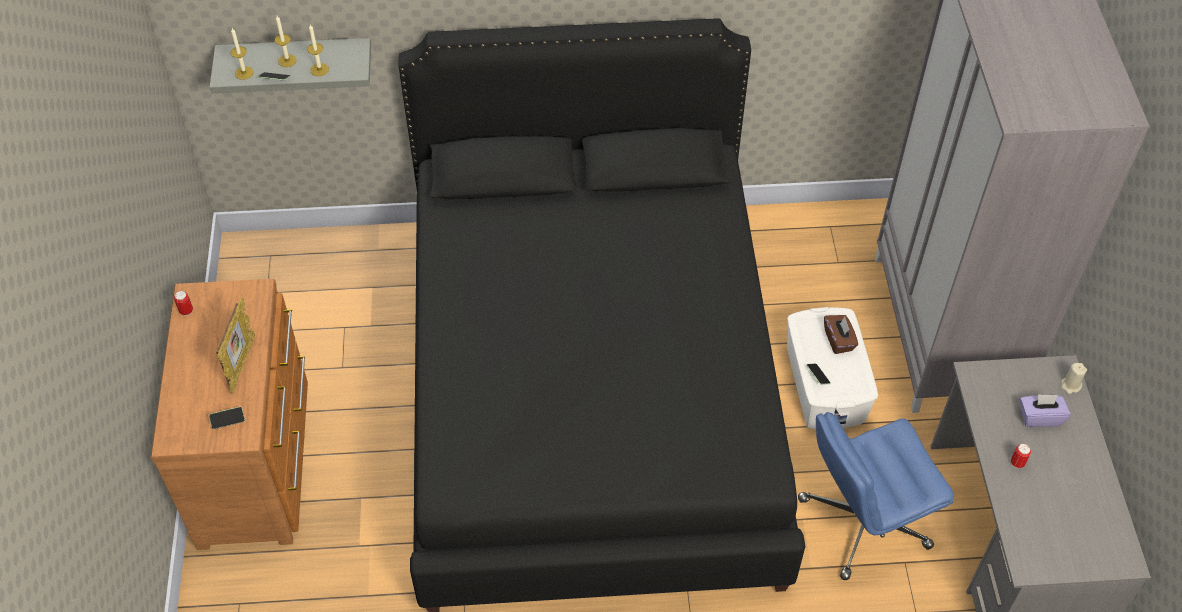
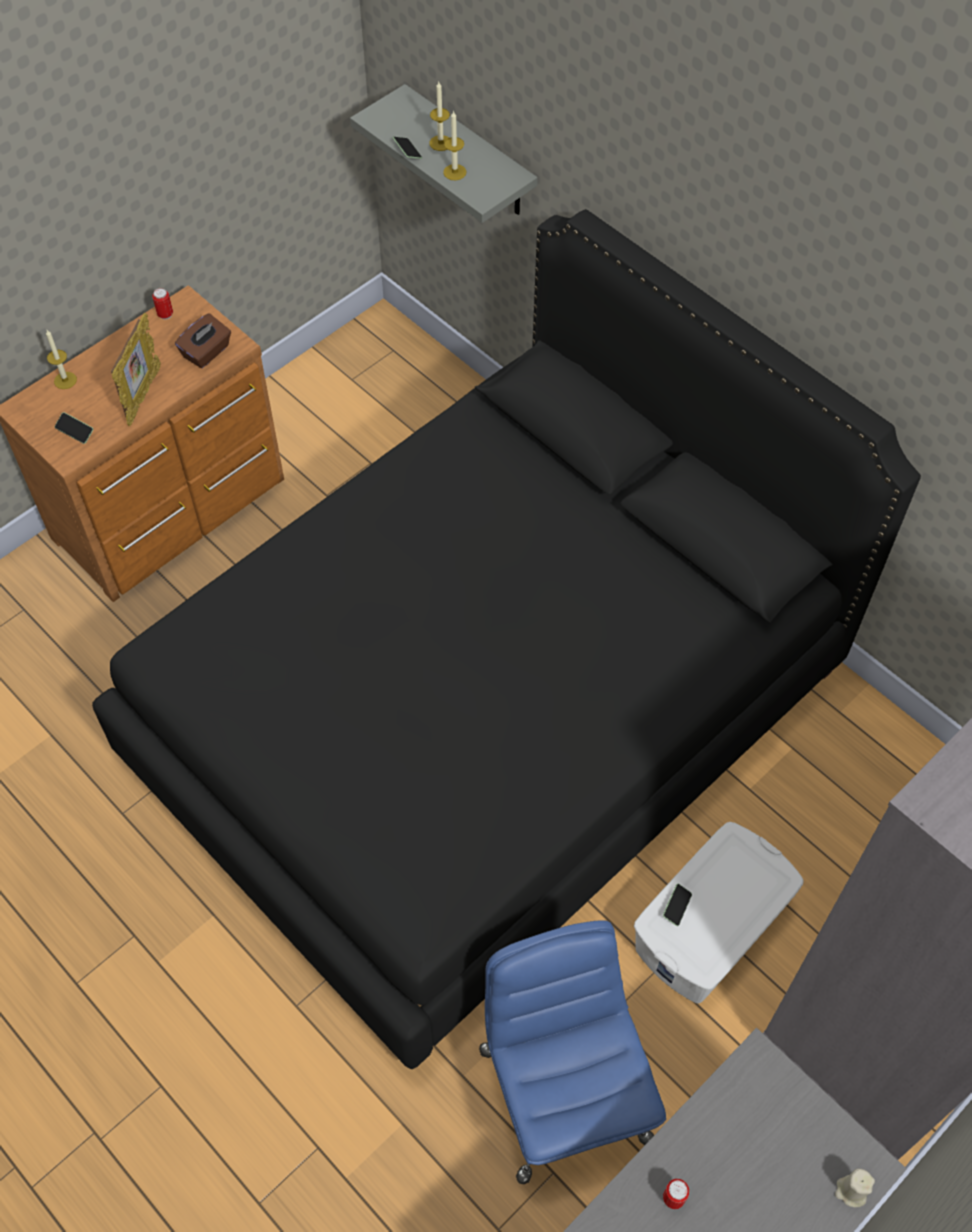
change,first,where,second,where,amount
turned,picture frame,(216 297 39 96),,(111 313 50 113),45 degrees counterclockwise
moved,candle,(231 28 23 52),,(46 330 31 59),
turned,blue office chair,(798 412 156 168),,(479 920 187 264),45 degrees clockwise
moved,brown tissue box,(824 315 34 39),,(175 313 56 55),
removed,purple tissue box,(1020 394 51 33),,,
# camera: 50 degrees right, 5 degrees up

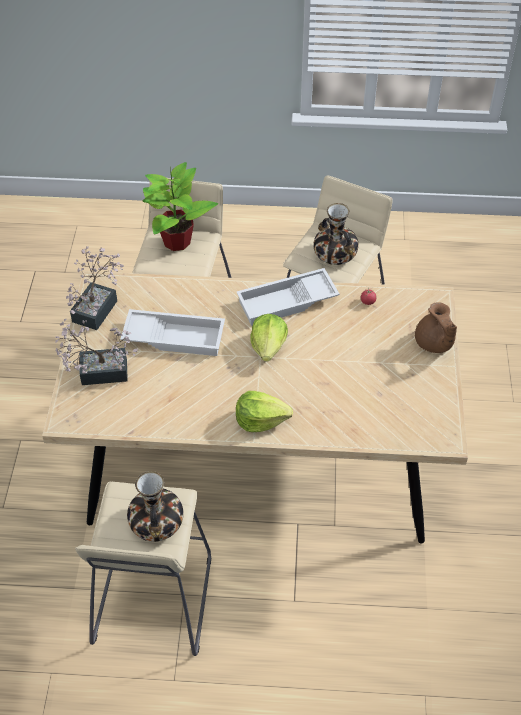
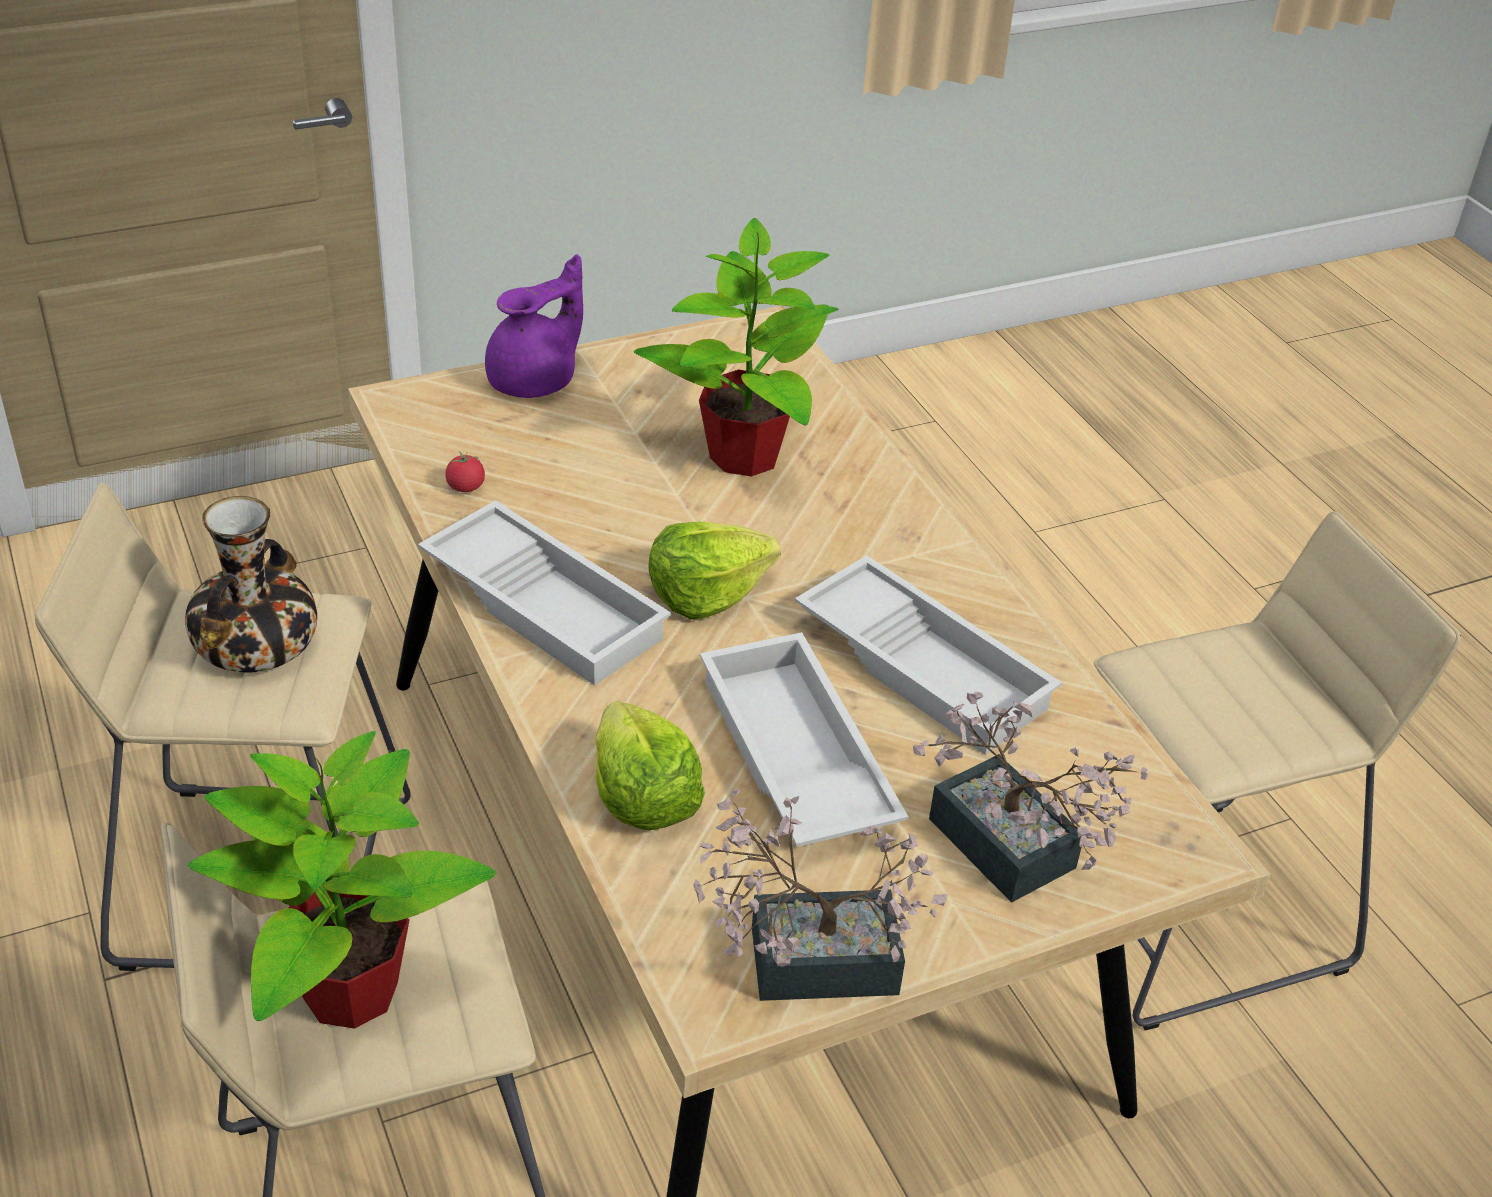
change,first,where,second,where,amount
removed,vase,(127 471 57 71),,,
moved,lettuce,(236 391 57 41),,(595 701 110 130),
recoloured,brown teapot,(415 302 42 51),purple teapot,(485 254 98 144),
added,,,potted plant,(634 218 204 259),
added,,,white tray,(795 555 267 200),
# camera: 120 degrees left, 10 degrees down

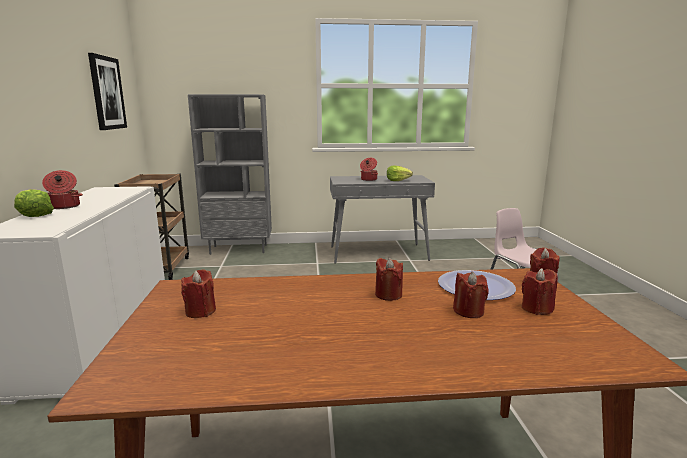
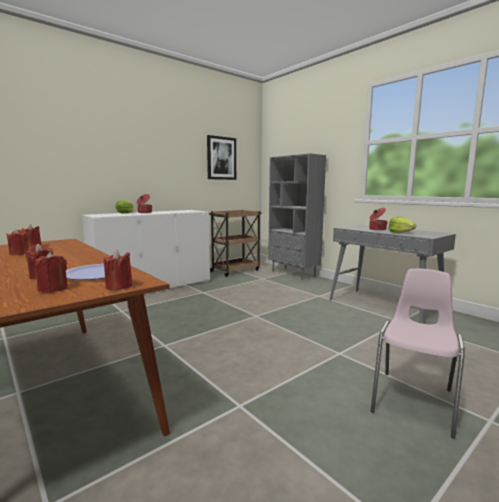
change,first,where,second,where,amount
moved,red candle,(375 258 28 43),,(6 229 23 26),
# camera: 55 degrees right, 5 degrees down

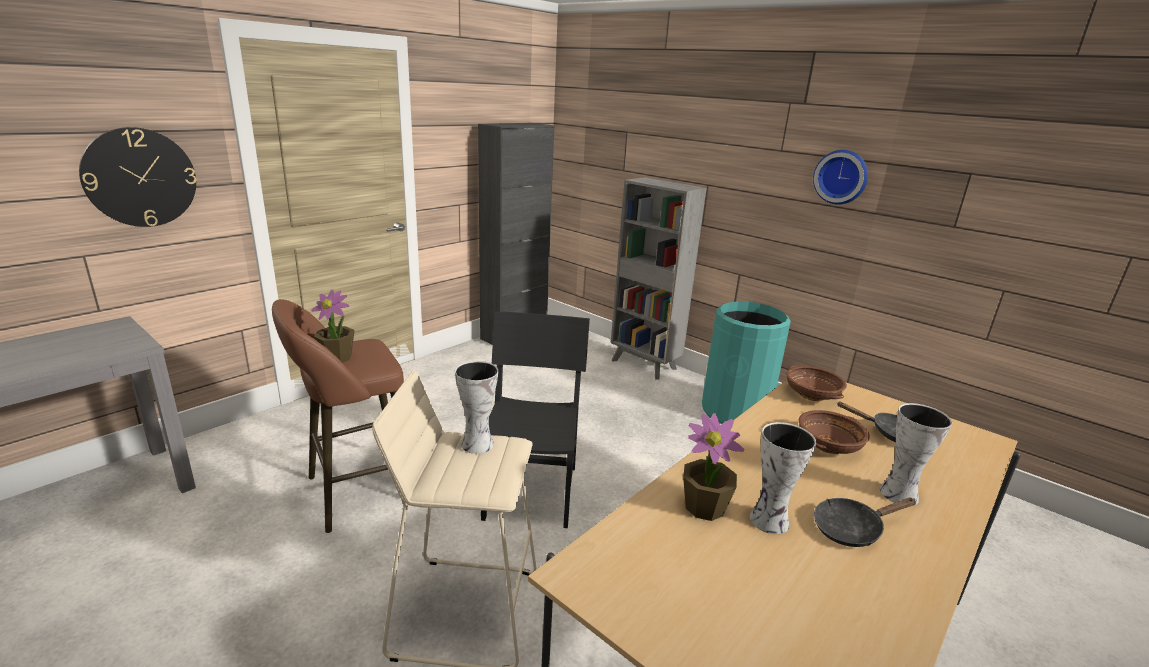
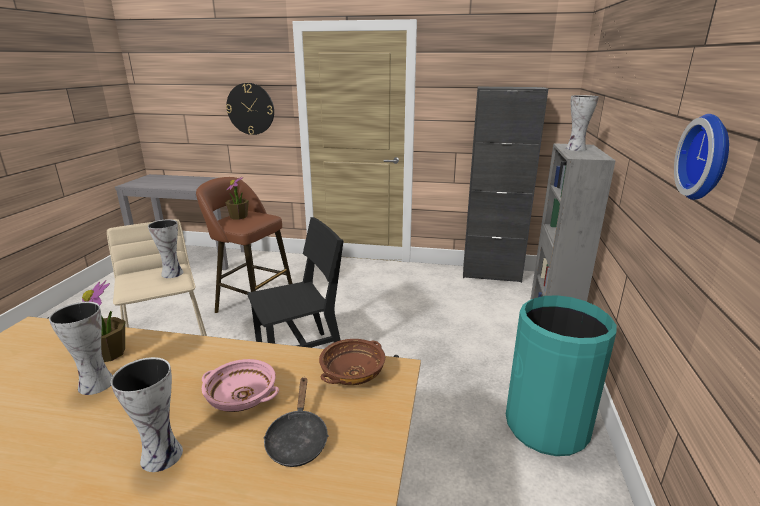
change,first,where,second,where,amount
recoloured,brown bowl,(799 410 71 44),pink bowl,(202 359 77 53),
removed,black frying pan,(814 497 102 50),,,
added,,,vase,(566 95 33 56),
# camera: 60 degrees right, 0 degrees up

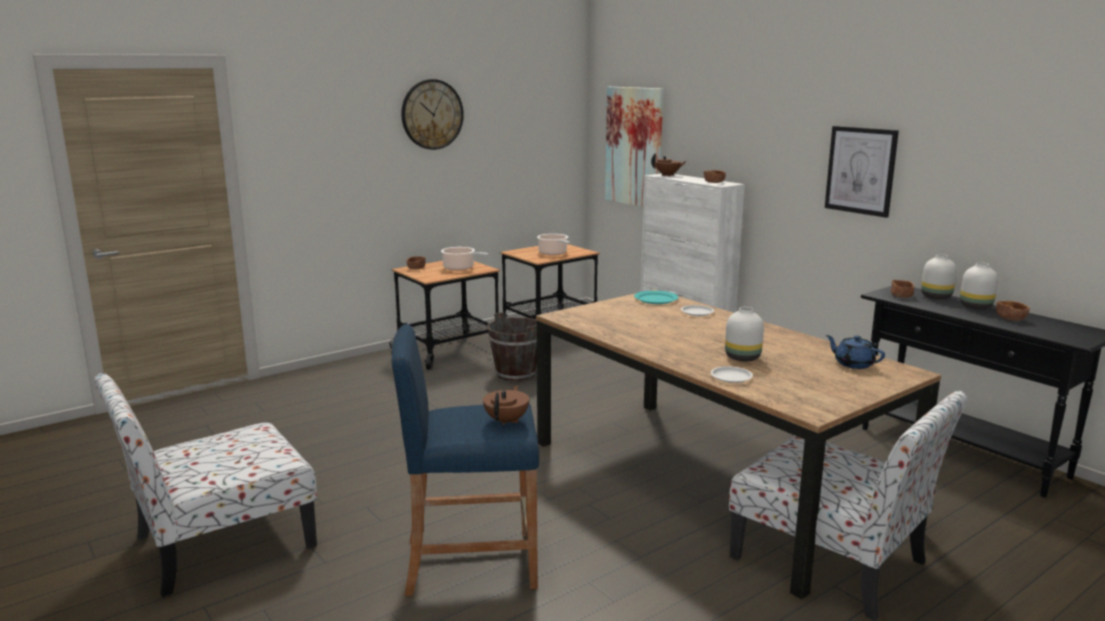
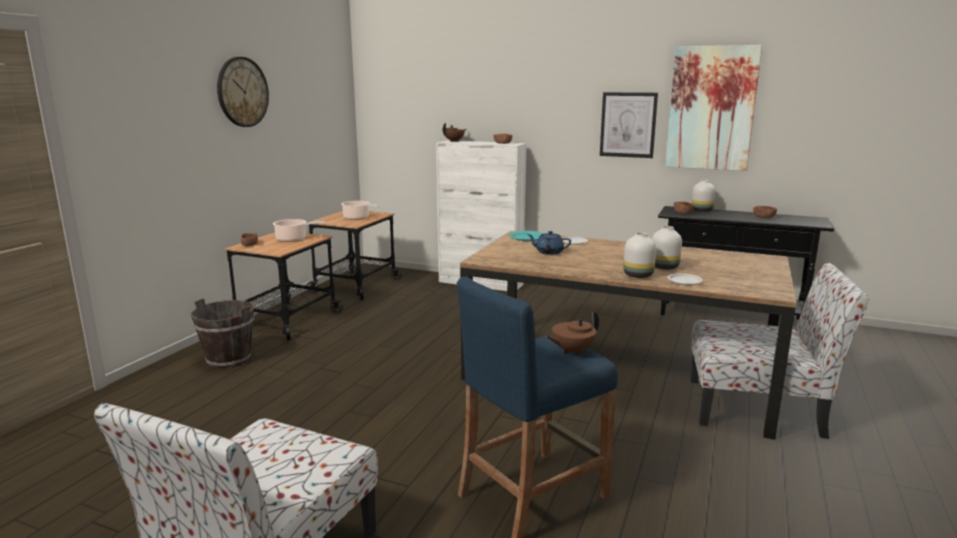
change,first,where,second,where,amount
turned,brown teapot,(483 386 46 40),,(546 311 53 44),105 degrees counterclockwise
moved,brown bucket,(487 312 50 69),,(191 298 64 70),
moved,picture,(605 87 58 120),,(665 45 97 126),
moved,blue teapot,(826 335 59 34),,(527 231 44 24),
moved,white vase,(960 262 38 47),,(623 232 33 46),
# camera: 30 degrees left, 0 degrees up

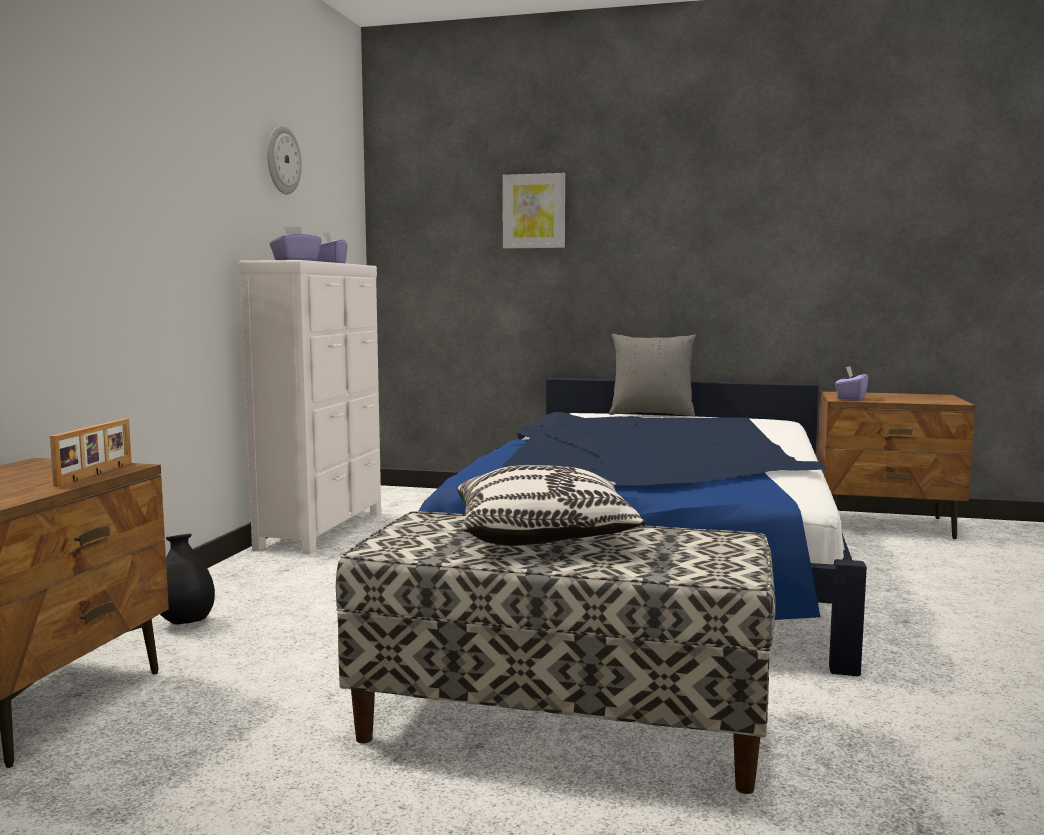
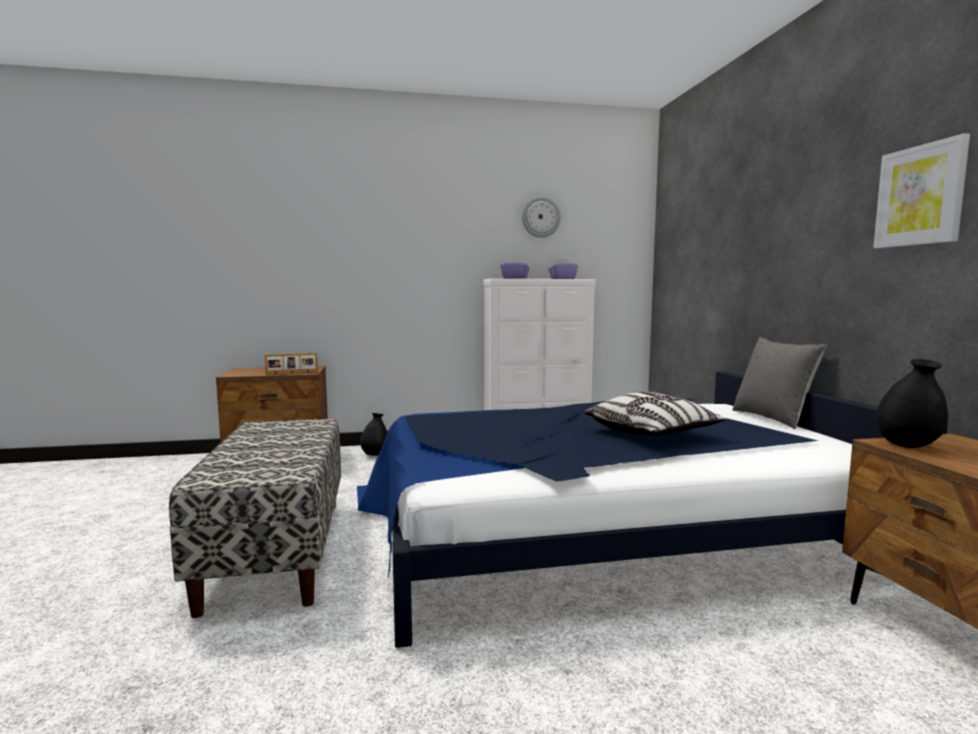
change,first,where,second,where,amount
moved,pillow,(457 465 190 81),,(584 392 142 44),
moved,picture,(503 173 62 76),,(873 133 97 115),
replaced,purple tissue box,(835 366 33 34),black vase,(877 359 71 89),
# camera: 65 degrees right, 0 degrees up

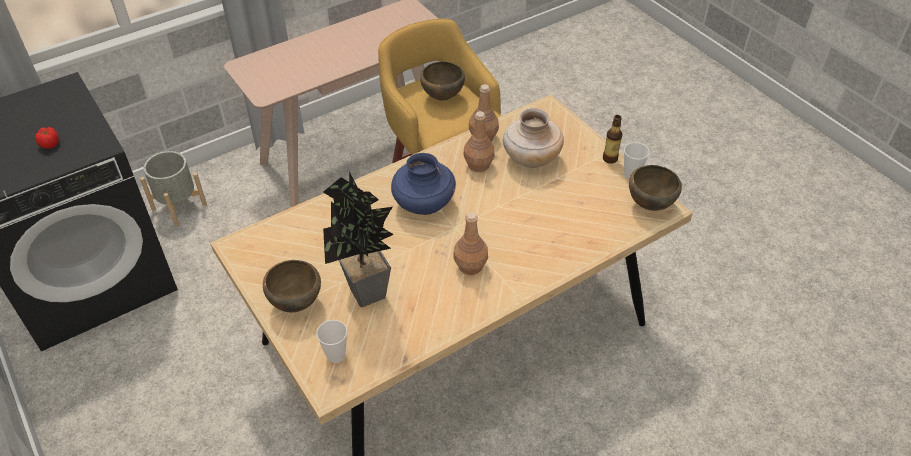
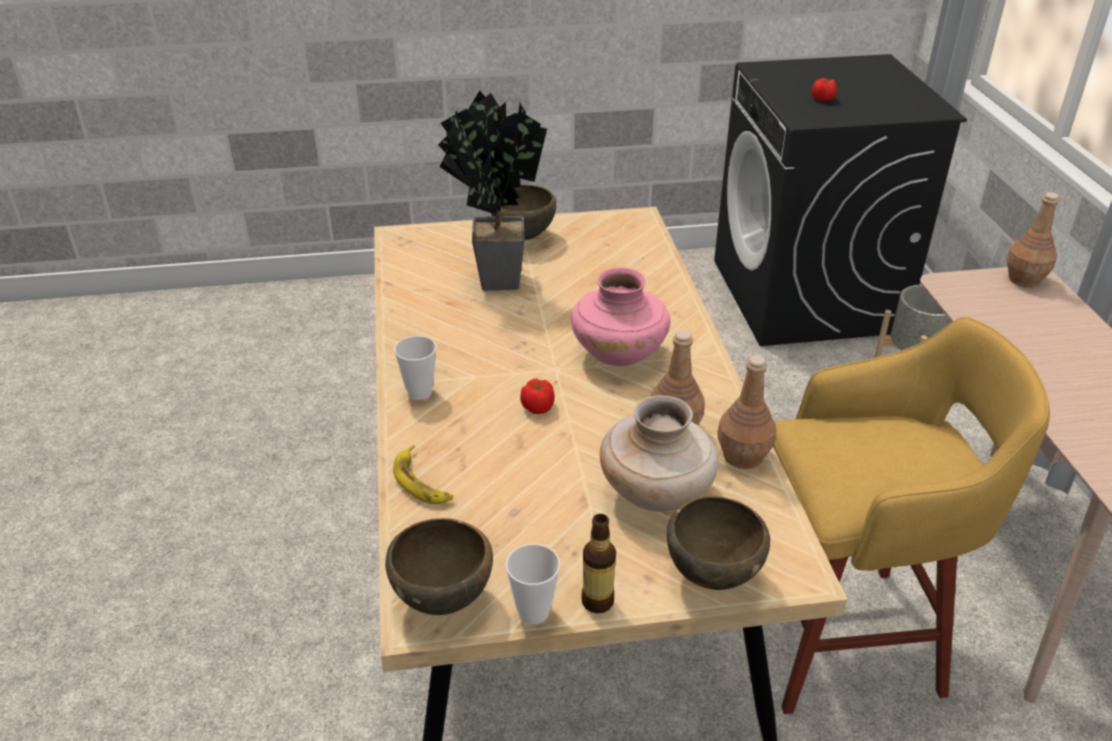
change,first,where,second,where,amount
moved,cup,(316 320 31 43),,(394 336 43 64),
recoloured,blue vase,(391 153 65 62),pink vase,(571 267 99 99),
moved,brown bowl,(420 62 45 39),,(667 496 103 94),
moved,brown bottle,(453 212 35 63),,(1007 192 52 96),
added,,,banana,(393 445 60 59),
added,,,tomato,(520 379 35 35),
# camera: 115 degrees right, 10 degrees down

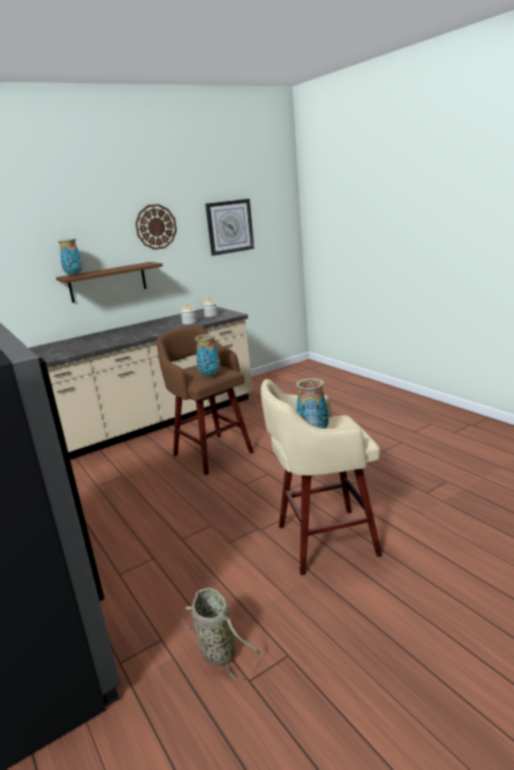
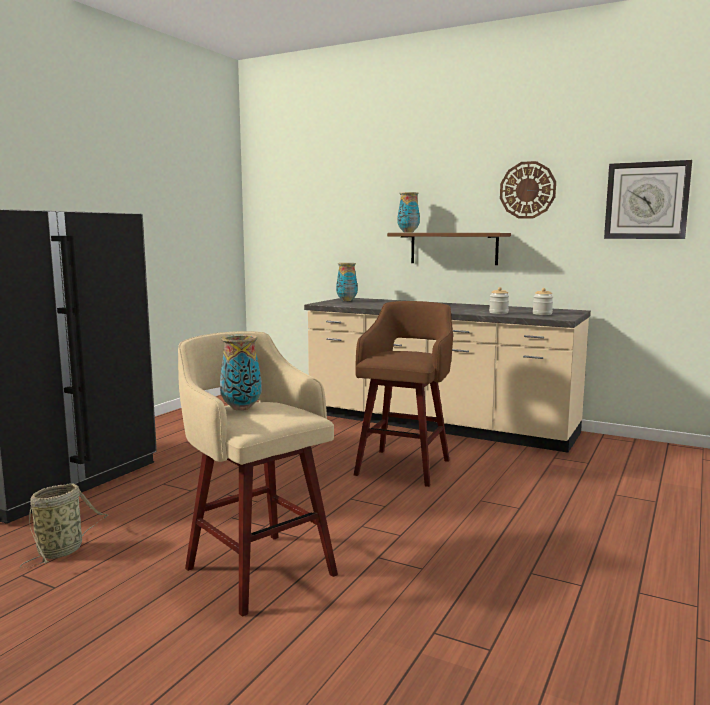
change,first,where,second,where,amount
moved,vase,(195 334 25 43),,(336 263 22 38),
# camera: 60 degrees right, 10 degrees down

